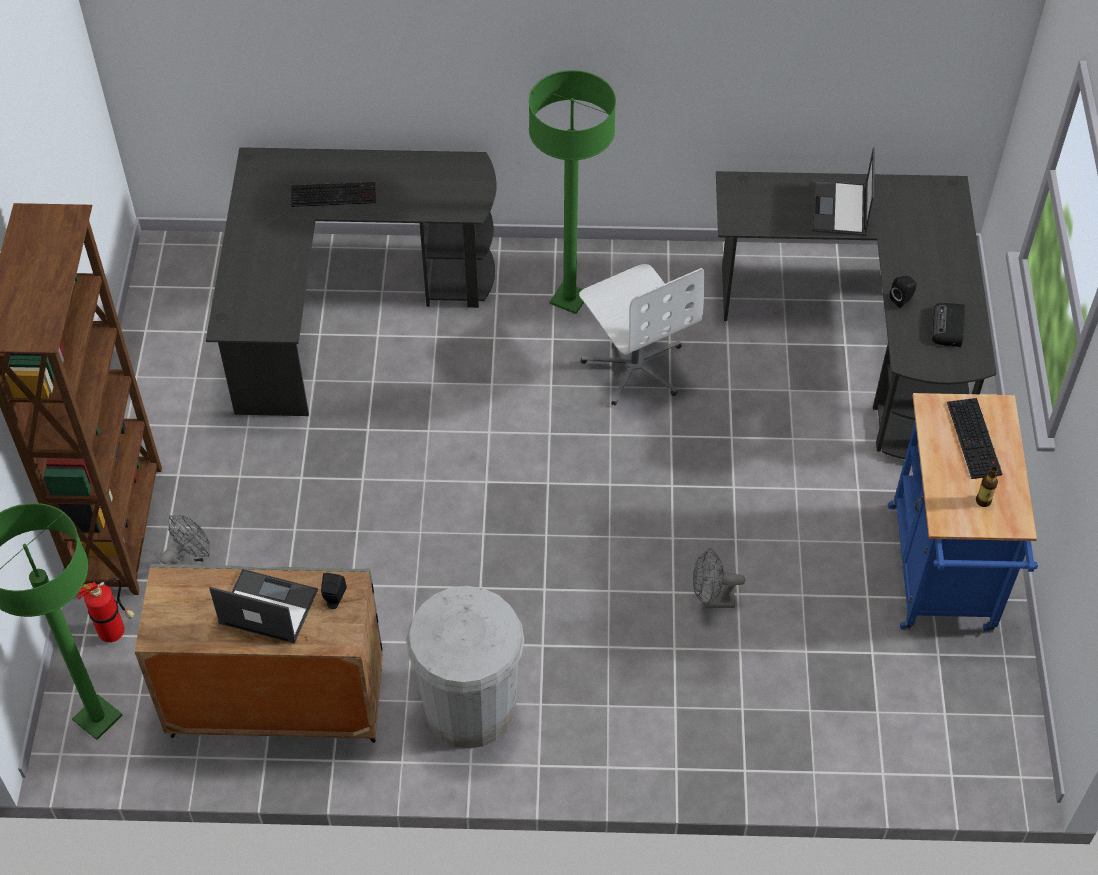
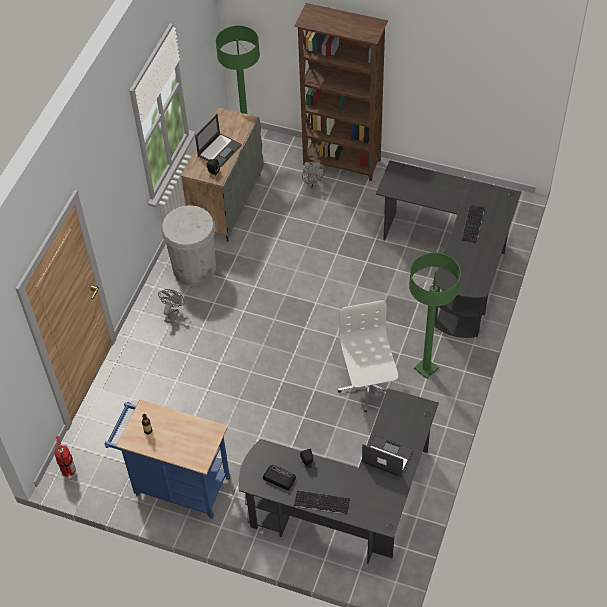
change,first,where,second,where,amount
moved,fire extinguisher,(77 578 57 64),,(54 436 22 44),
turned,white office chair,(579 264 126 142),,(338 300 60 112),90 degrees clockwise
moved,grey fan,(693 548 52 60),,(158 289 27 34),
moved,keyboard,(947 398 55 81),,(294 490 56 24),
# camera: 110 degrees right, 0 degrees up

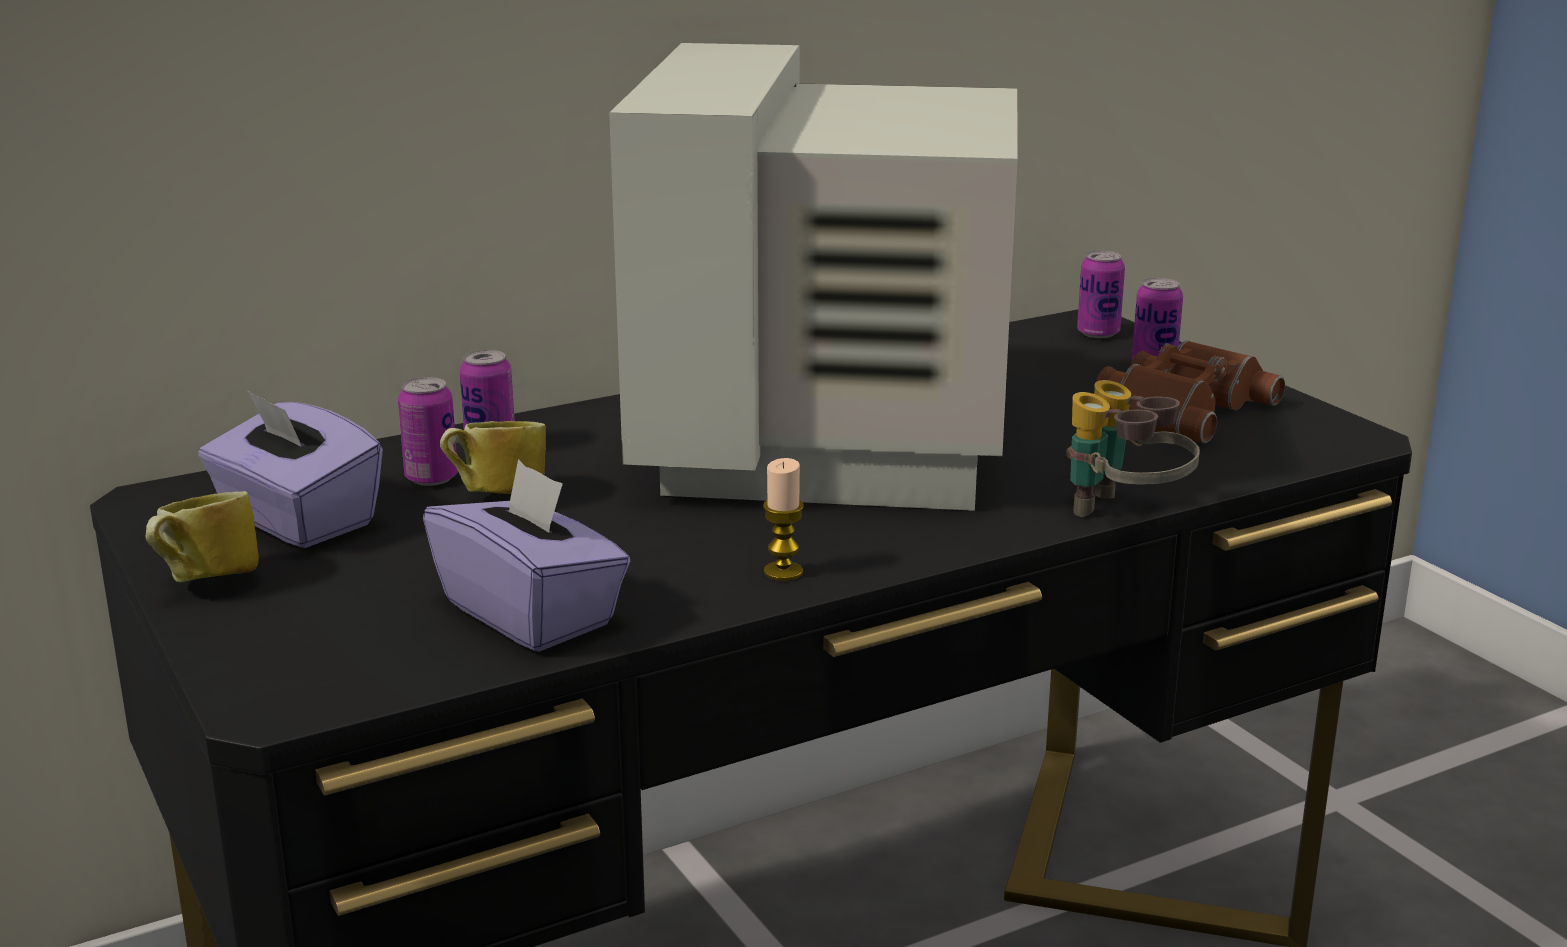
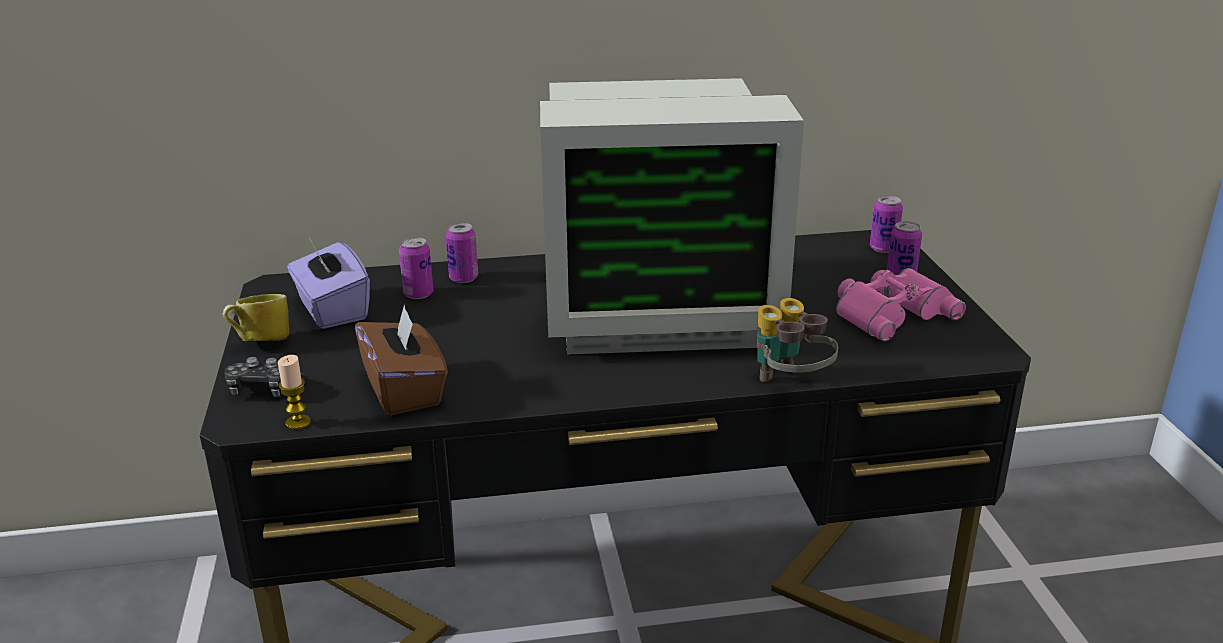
change,first,where,second,where,amount
recoloured,purple tissue box,(423 459 207 193),brown tissue box,(355 304 93 112),
removed,mug,(440 421 106 73),,,
turned,monitor,(609 43 409 468),,(540 78 264 277),120 degrees counterclockwise
moved,candle,(763 458 41 123),,(278 355 33 75),
recoloured,brown binoculars,(1096 340 189 103),pink binoculars,(836 268 130 74),
added,,,game controller,(224 357 84 40),
# camera: 20 degrees right, 5 degrees up

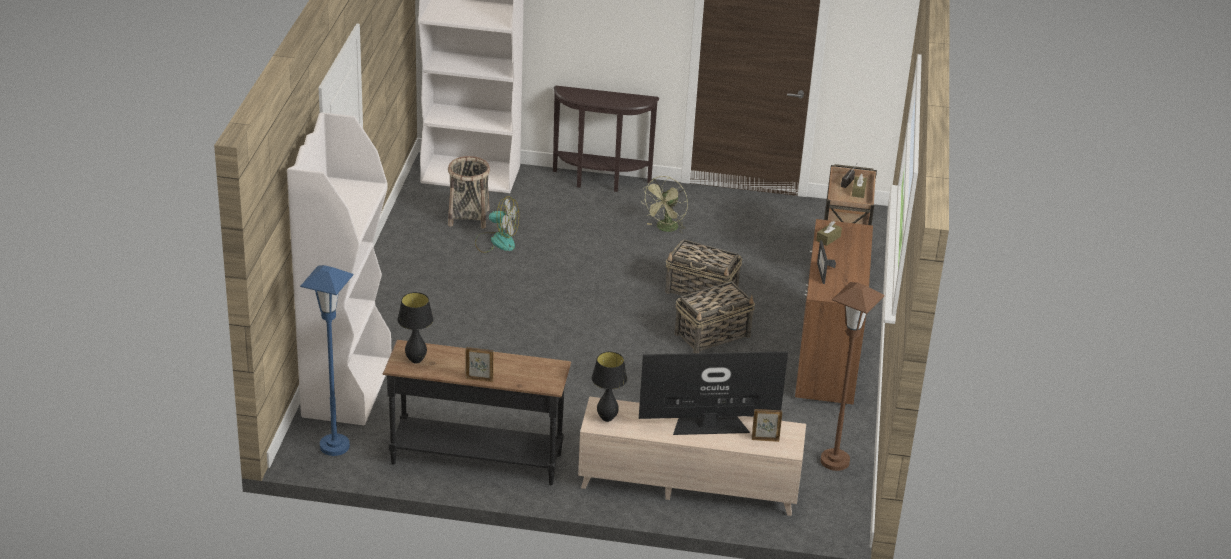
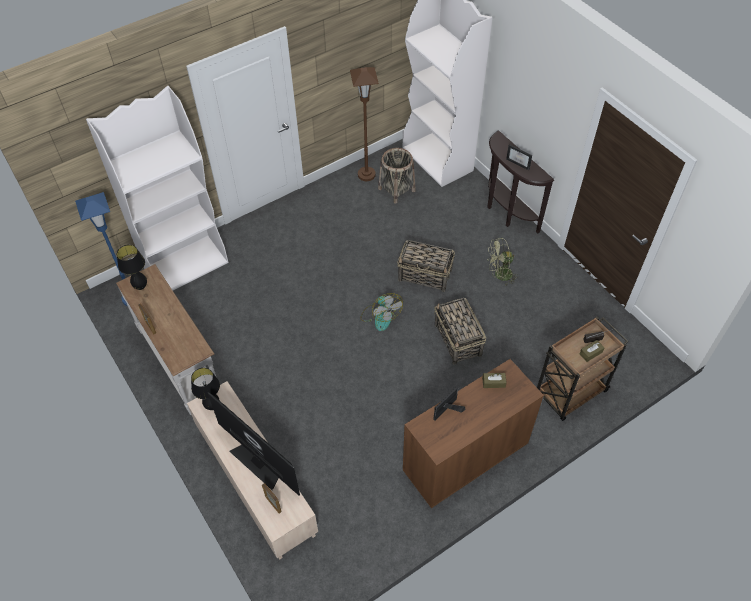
change,first,where,second,where,amount
recoloured,black console table,(383 340 188 145),white console table,(116 264 100 151),
moved,fan,(475 196 44 57),,(360 293 43 38),
moved,basket,(674 281 81 72),,(397 240 58 52),
moved,brown floor lamp,(820 282 65 189),,(350 67 29 114),
added,,,picture frame,(506 144 26 26),
# camera: 50 degrees right, 20 degrees up

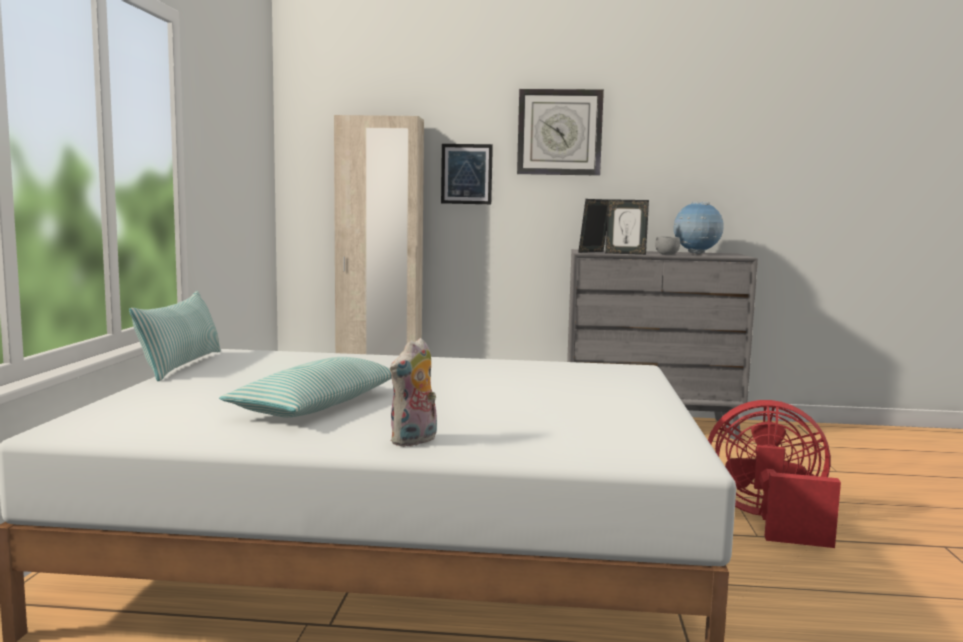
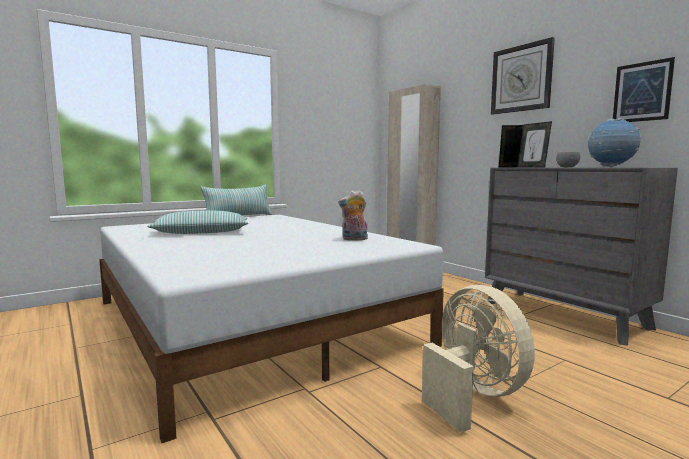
change,first,where,second,where,amount
moved,plush toy,(390 338 47 109),,(338 190 30 50),
moved,picture,(441 144 52 60),,(613 57 62 65),
recoloured,red fan,(708 400 133 148),beige fan,(422 285 113 148),
# camera: 50 degrees right, 0 degrees up

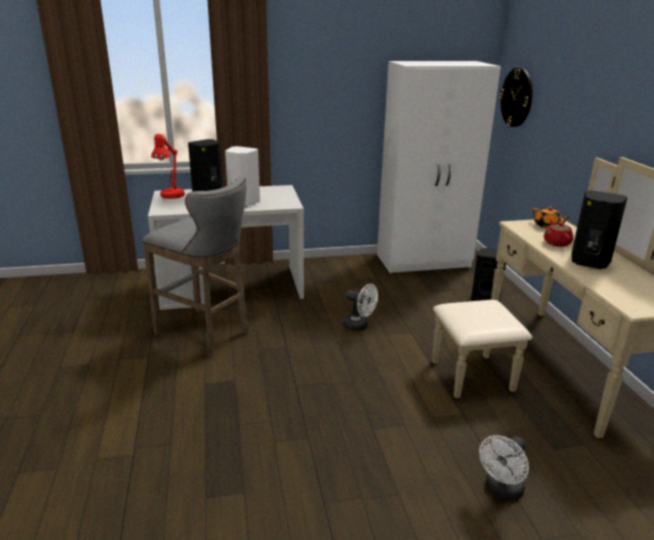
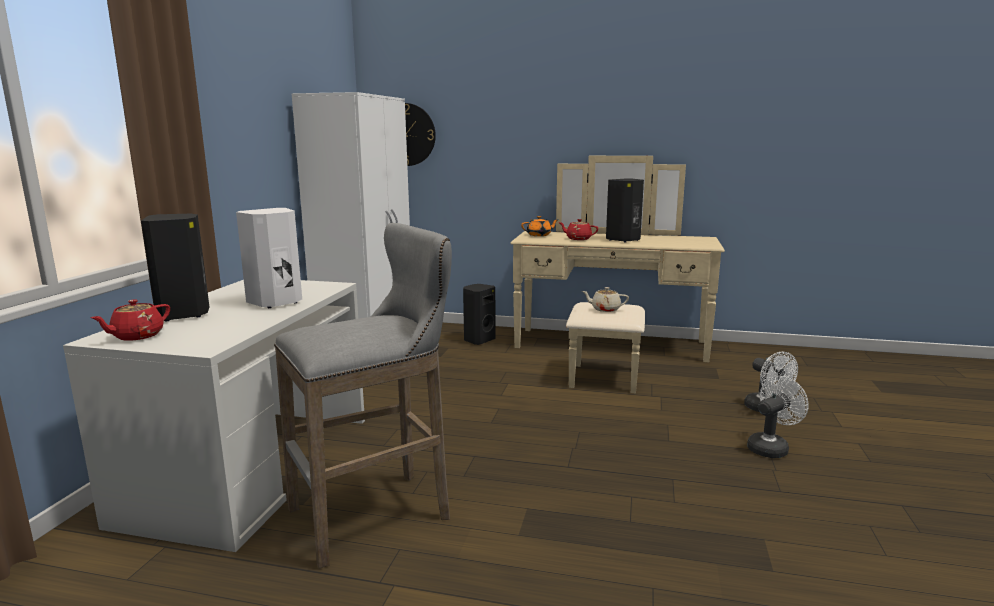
change,first,where,second,where,amount
replaced,red table lamp,(151 134 34 65),red teapot,(91 299 79 42),
moved,white fan,(343 284 35 47),,(747 376 62 82),
added,,,beige teapot,(582 287 47 25),
# camera: 65 degrees left, 10 degrees down

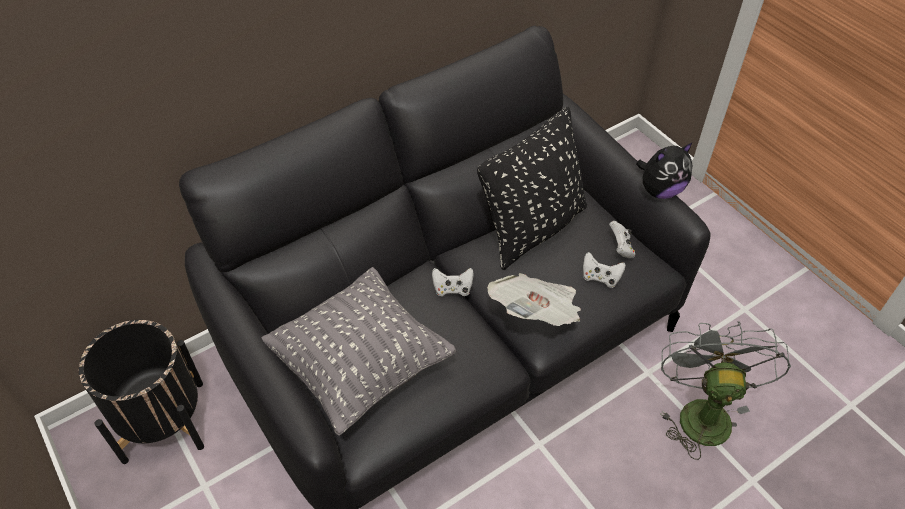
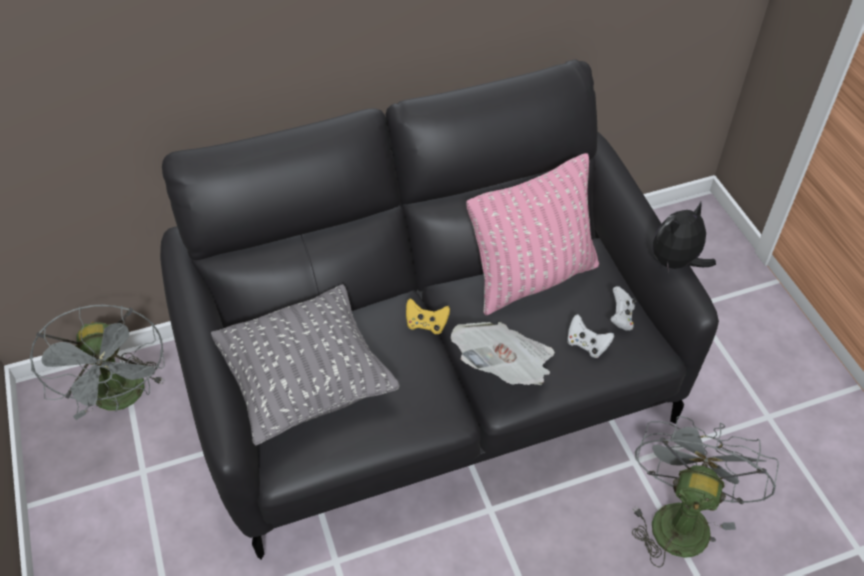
change,first,where,second,where,amount
replaced,black planter,(79 320 125 144),grey fan,(30 305 135 115),
recoloured,white game controller,(432 268 42 28),yellow game controller,(406 298 44 36),
recoloured,black pillow,(477 107 110 163),pink pillow,(466 153 133 162),
turned,plush toy,(636 142 57 57),,(653 202 63 72),150 degrees clockwise
# camera: 15 degrees right, 0 degrees up

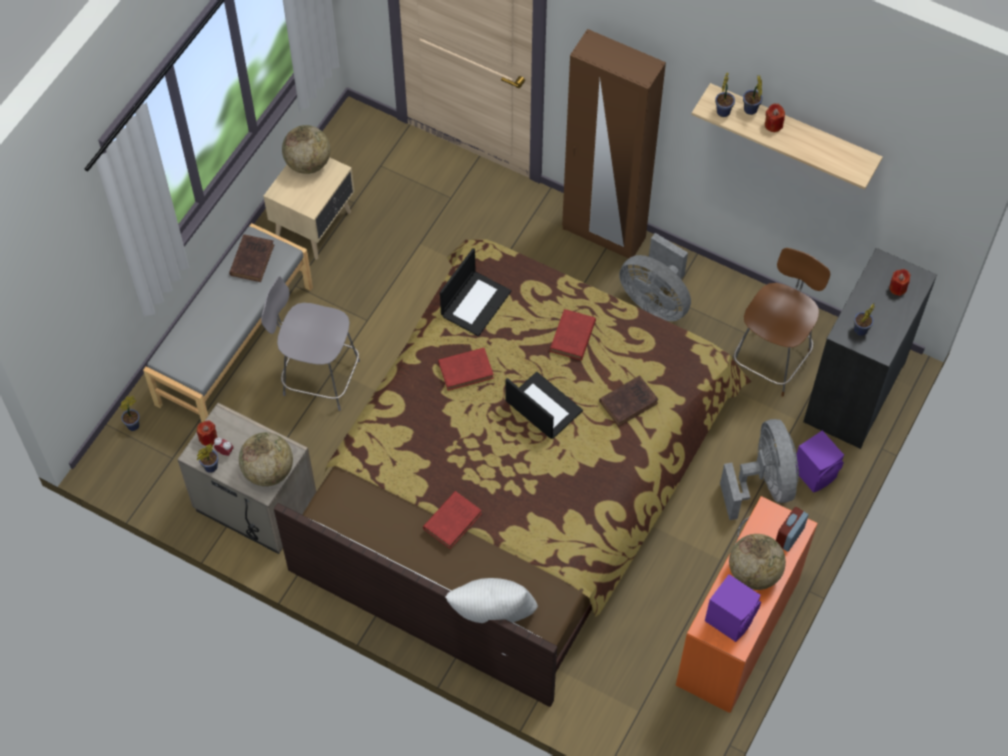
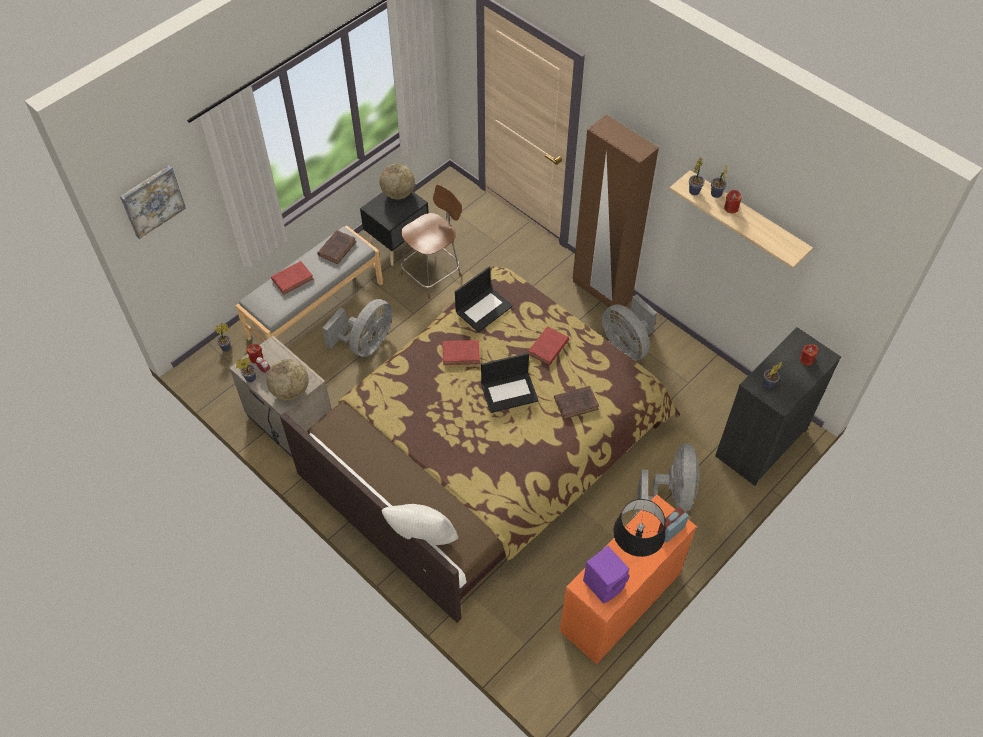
change,first,where,second,where,amount
replaced,grey chair,(261 276 99 135),grey fan,(322 299 71 58),
recoloured,beige nightstand,(264 157 90 103),black nightstand,(360 191 69 75),
moved,red book,(423 491 59 58),,(271 261 42 34),
turned,laptop,(505 372 78 67),,(481 353 58 60),105 degrees clockwise
replaced,globe,(729 534 57 56),black table lamp,(613 499 52 58),
moved,brown chair,(734 248 96 149),,(401 185 61 114),
removed,purple speaker,(796 430 48 63),,,
added,,,picture,(120 166 66 73),
# camera: 15 degrees right, 5 degrees down

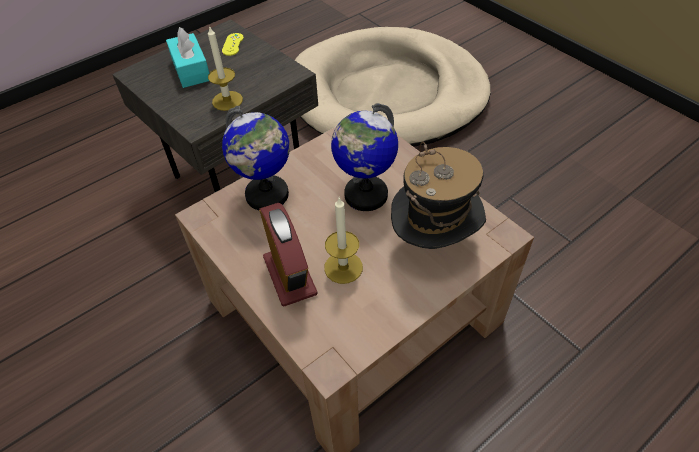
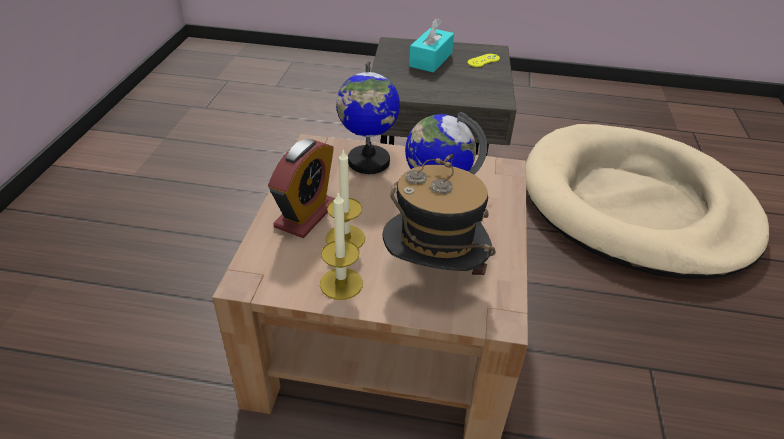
change,first,where,second,where,amount
moved,candle,(208 25 35 86),,(320 191 43 109),
# camera: 45 degrees right, 10 degrees down

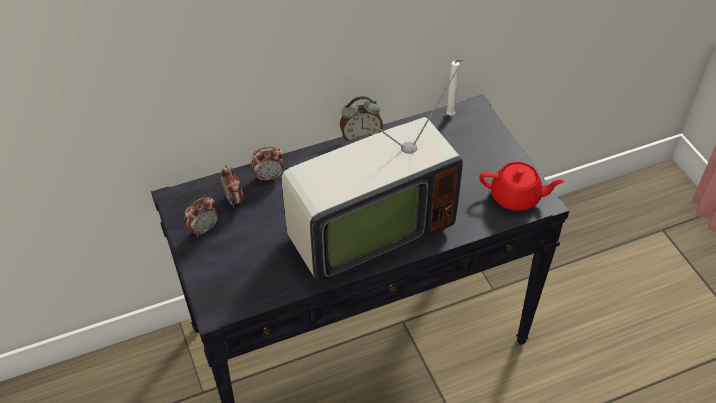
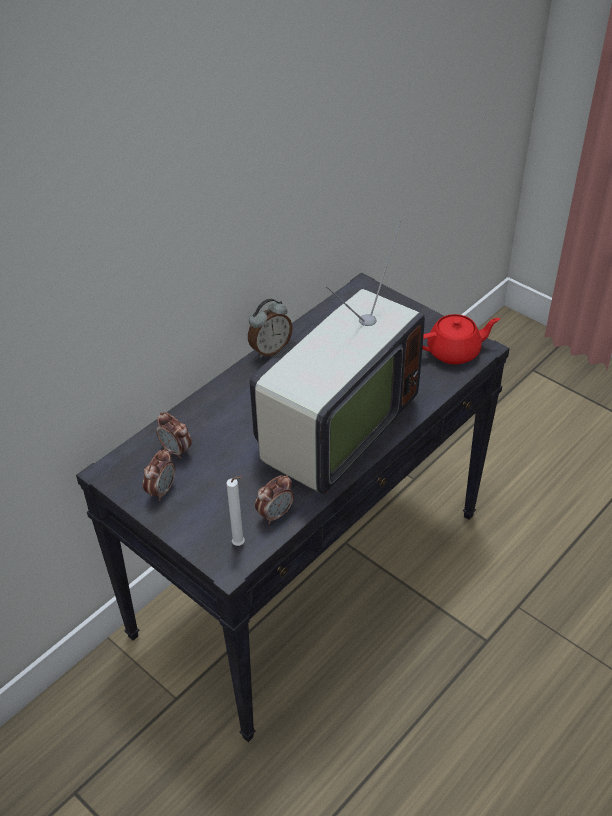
change,first,where,second,where,amount
moved,alarm clock,(252 147 31 35),,(255 475 39 49),
moved,white candle,(446 60 17 56),,(226 477 19 69),
# camera: 25 degrees left, 5 degrees down

